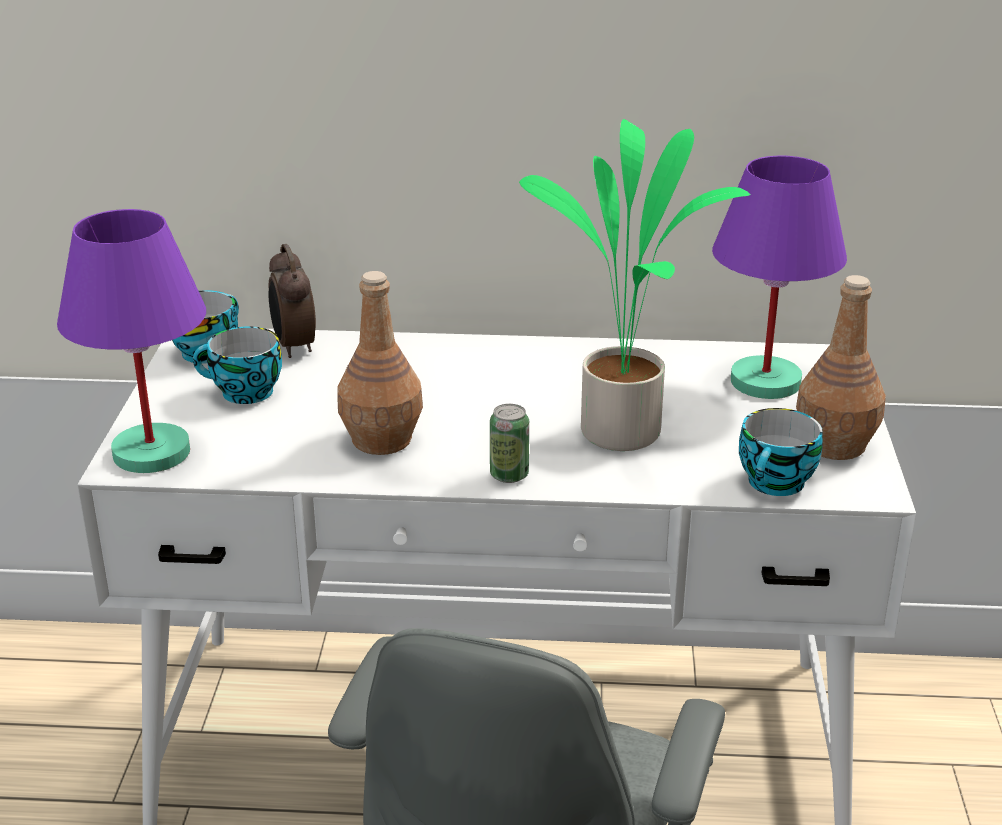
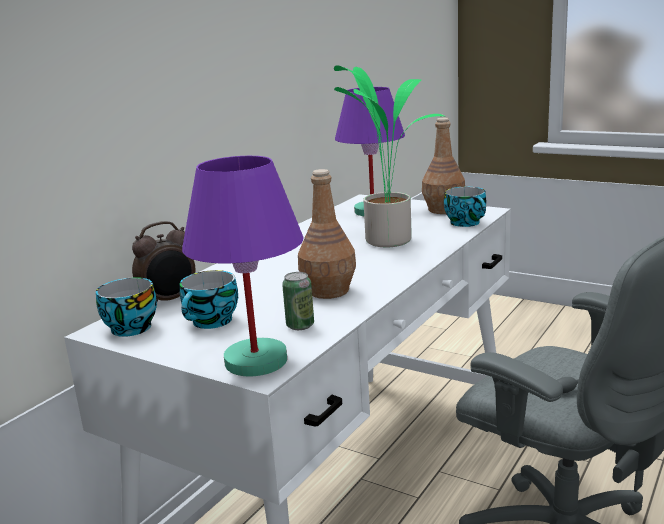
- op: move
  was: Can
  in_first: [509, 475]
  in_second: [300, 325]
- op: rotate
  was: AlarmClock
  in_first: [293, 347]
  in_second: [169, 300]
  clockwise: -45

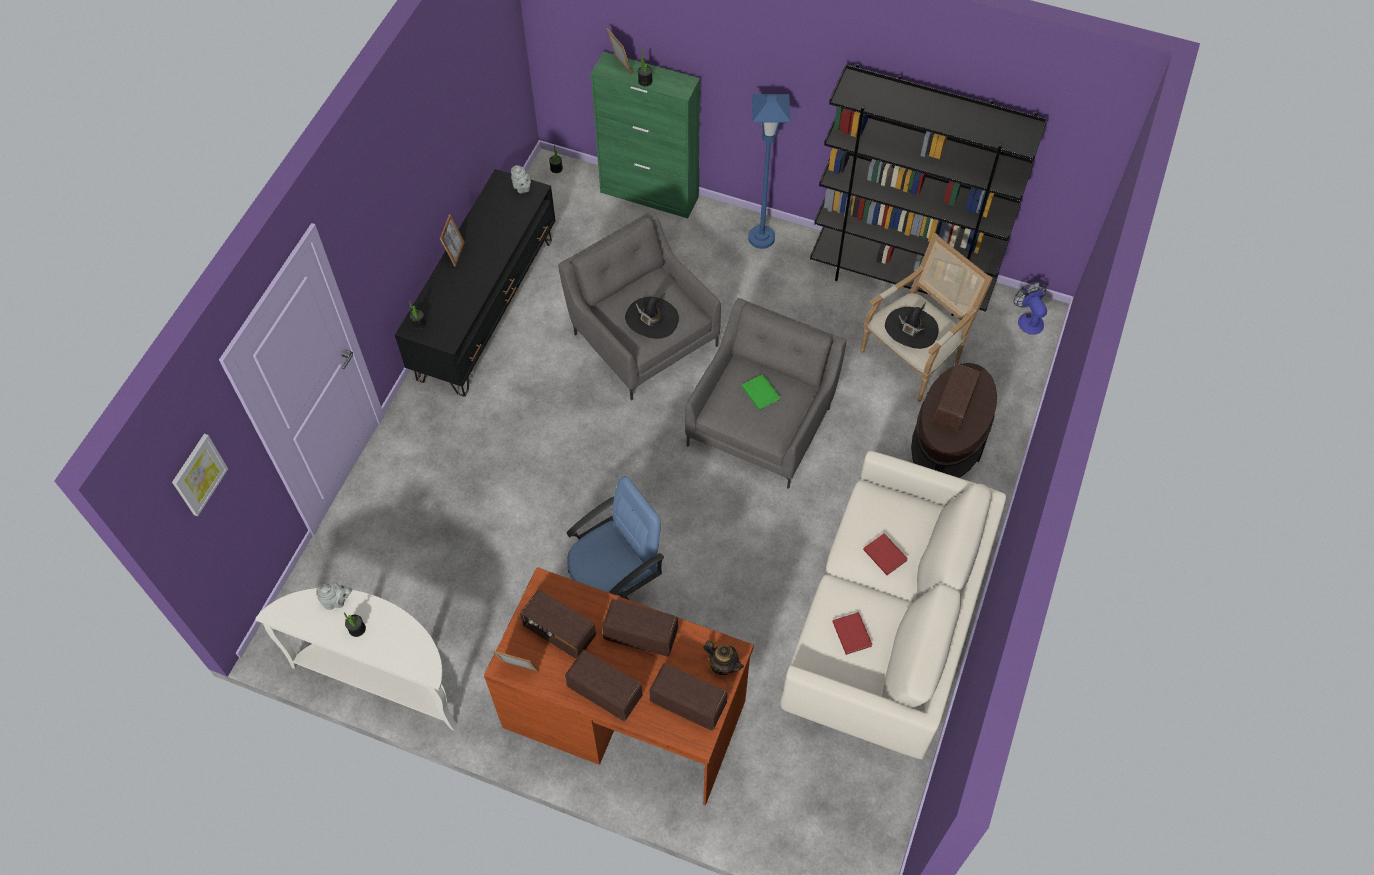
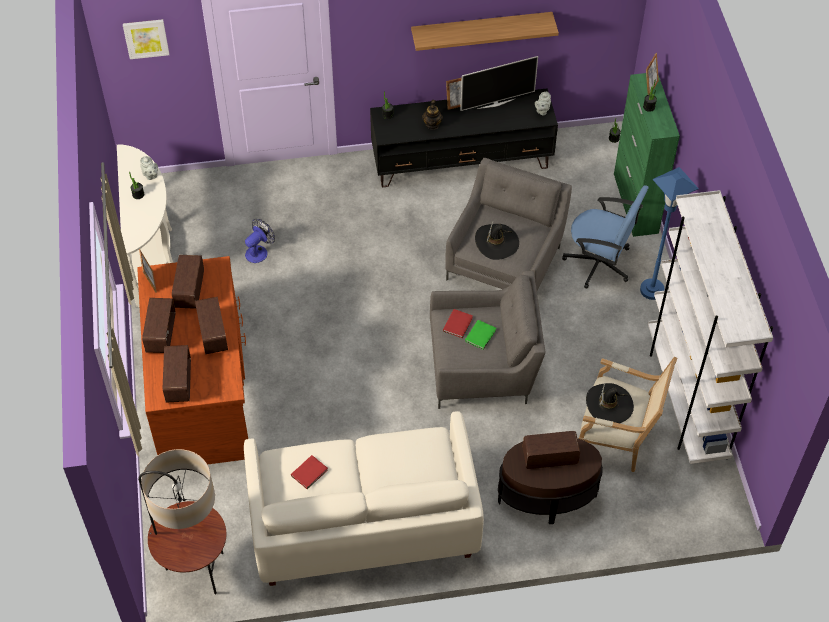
- op: insert
  now: FloorLamp
  in_second: [196, 571]
- op: insert
  now: Shelf
  in_second: [481, 29]
- op: insert
  now: Television
  in_second: [496, 103]
- op: move
  was: BlueOfficeChair
  in_first: [615, 585]
  in_second: [599, 263]
- op: move
  was: Teapot
  in_first: [723, 665]
  in_second: [432, 124]
- op: move
  was: RedBook
  in_first: [884, 554]
  in_second: [458, 324]
- op: move
  was: Fan
  in_first: [1028, 319]
  in_second: [259, 251]
- op: recolor
  was: BlackBookcase
  now: WhiteBookcase
  in_first: [901, 279]
  in_second: [686, 398]

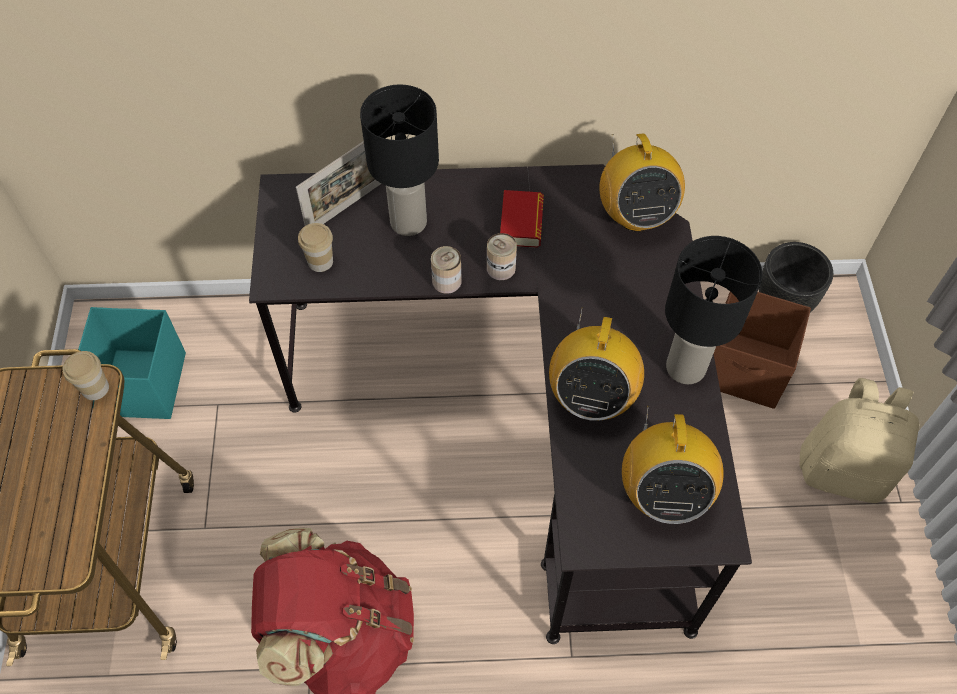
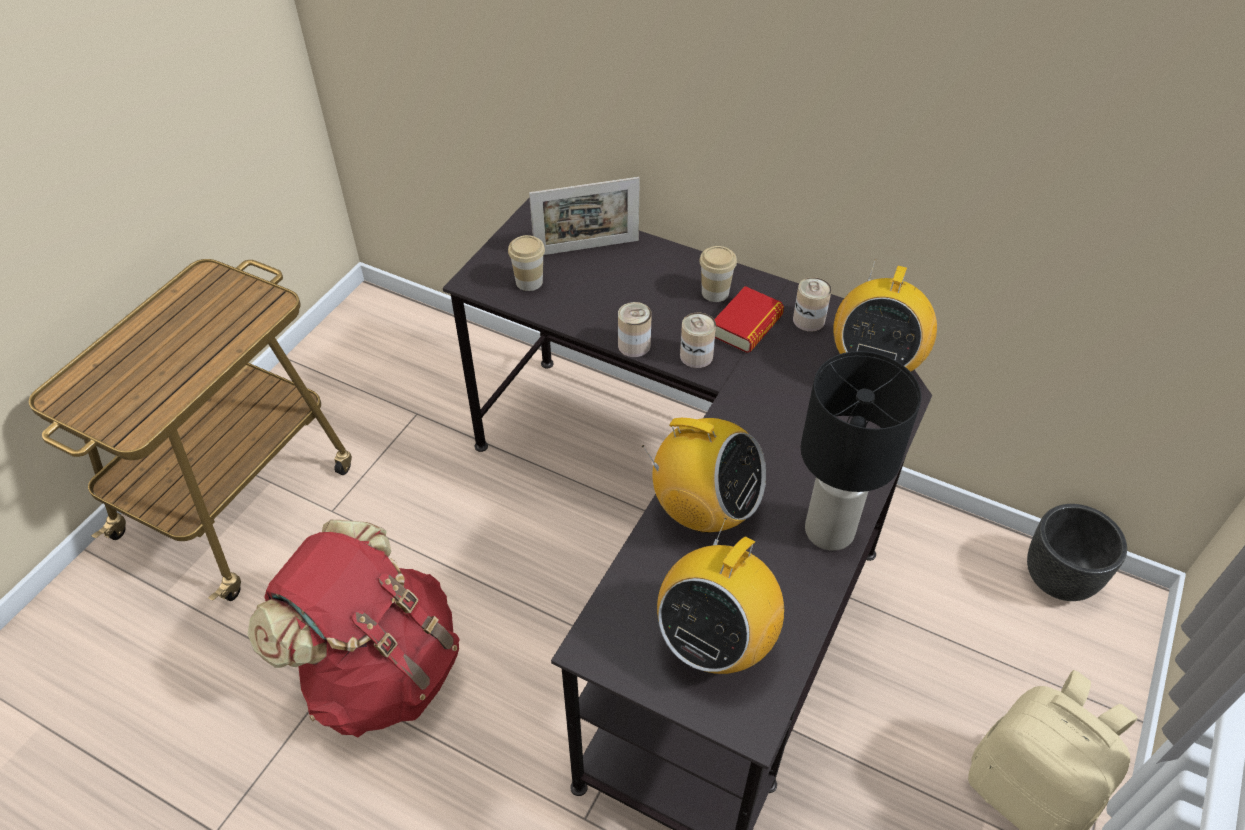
- op: delete
  was: TurquoiseStorageBox
  in_first: [142, 385]
- op: delete
  was: BlackTableLamp
  in_first: [408, 223]
- op: delete
  was: BrownStorageBox
  in_first: [745, 369]
- op: insert
  now: Can
  in_second: [808, 320]
- op: move
  was: Cup
  in_first: [95, 388]
  in_second: [715, 292]
- op: rotate
  was: Radio
  in_first: [591, 396]
  in_second: [704, 511]
  clockwise: -105

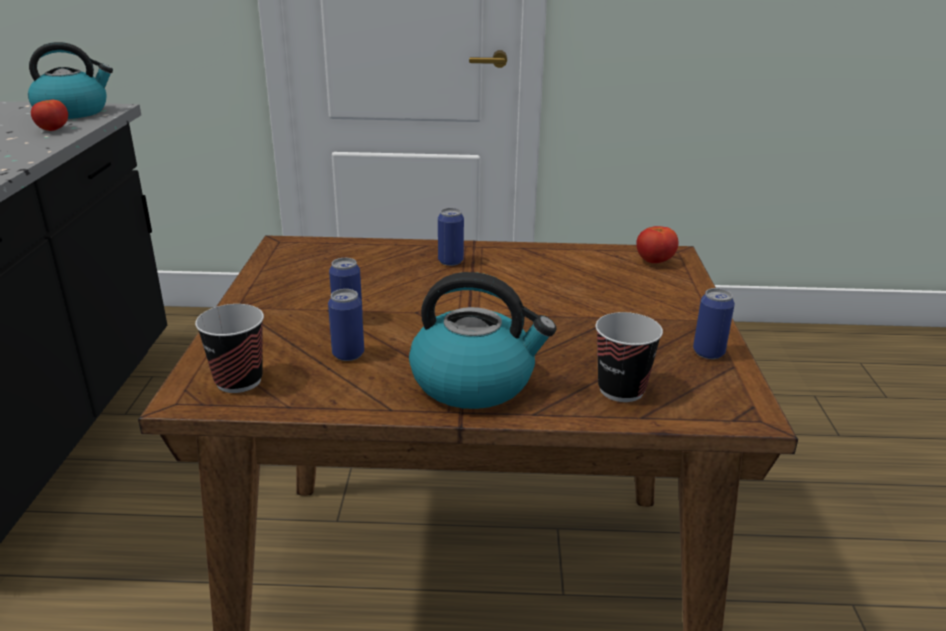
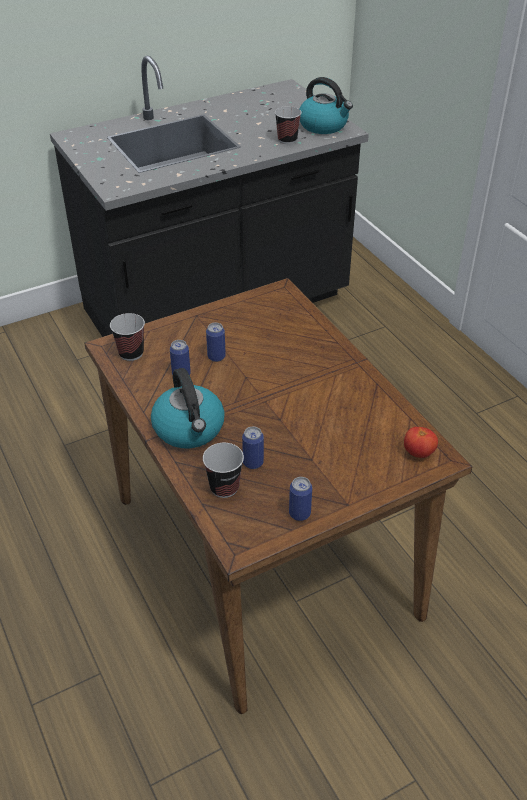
- op: move
  was: Can
  in_first: [450, 261]
  in_second: [253, 463]
- op: replace
  was: Tomato
  now: Cup
  in_first: [53, 130]
  in_second: [287, 140]

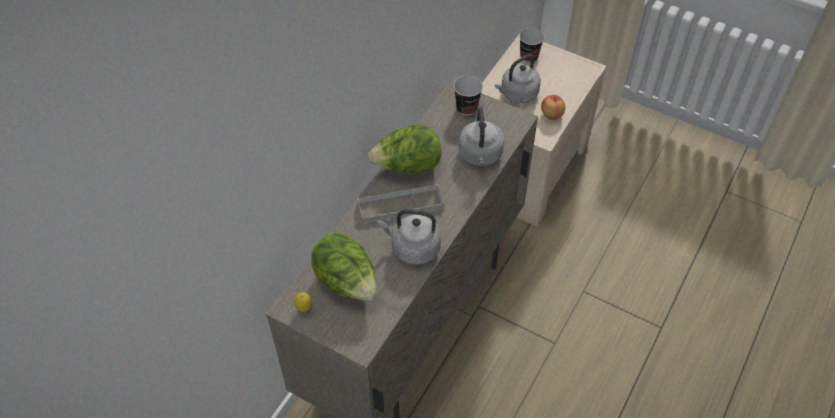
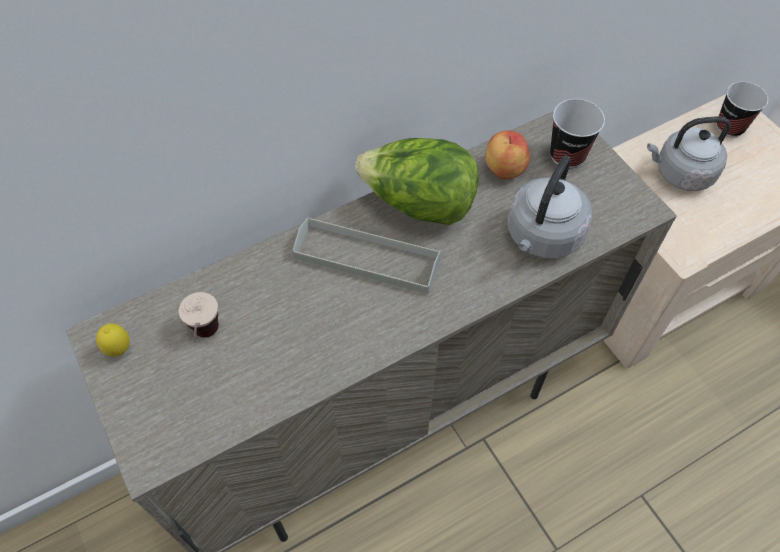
- op: delete
  was: GreyKettle
  in_first: [412, 248]
- op: move
  was: Apple
  in_first: [551, 115]
  in_second: [503, 169]
- op: replace
  was: Lettuce
  now: Cup
  in_first: [347, 282]
  in_second: [207, 340]

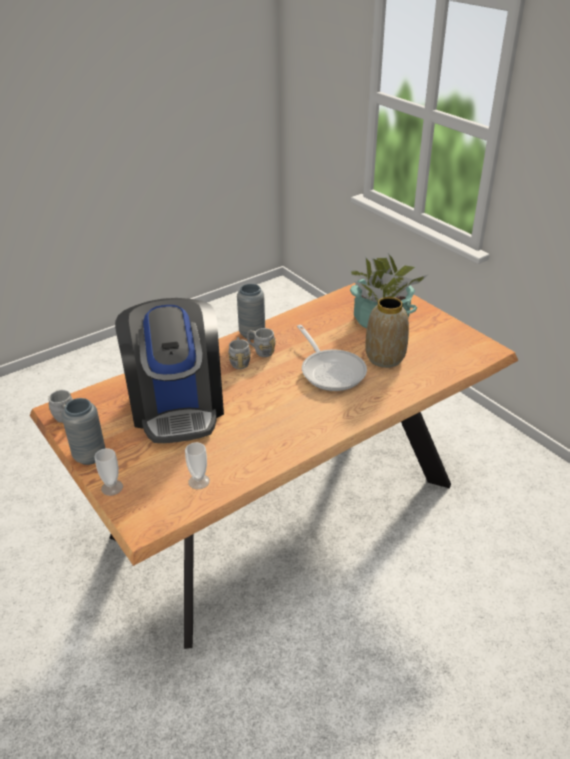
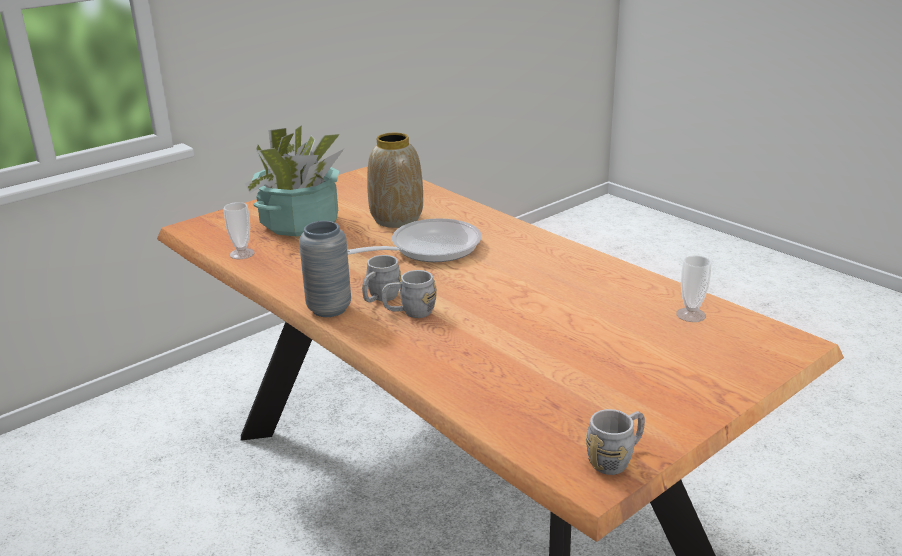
- op: delete
  was: GreyVase
  in_first: [89, 456]
- op: delete
  was: CoffeeMachine
  in_first: [177, 406]
- op: move
  was: Cup
  in_first: [112, 487]
  in_second: [242, 254]

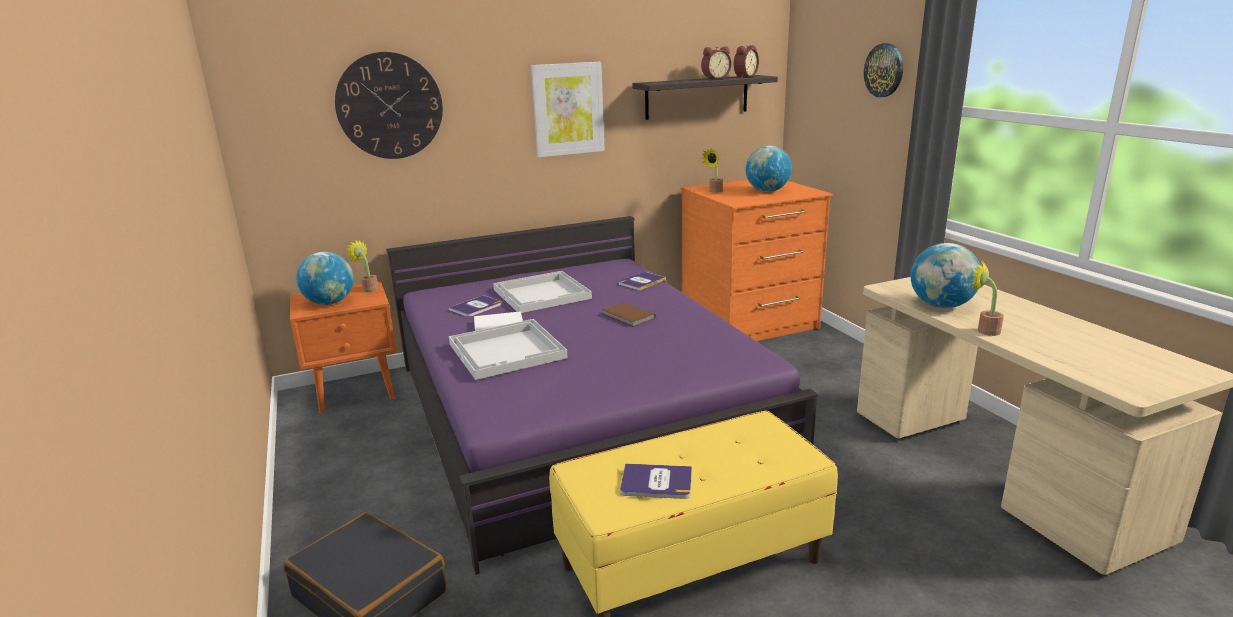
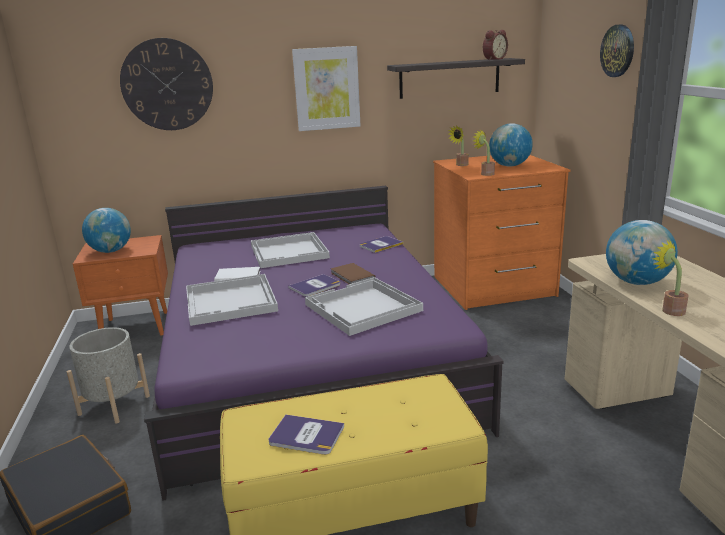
- op: delete
  was: AlarmClock
  in_first: [715, 78]
- op: insert
  now: GreyPlanter
  in_second: [114, 405]
- op: insert
  now: WhiteTray
  in_second: [362, 308]
- op: move
  was: PottedPlant
  in_first: [368, 289]
  in_second: [485, 174]
- op: move
  was: Book
  in_first: [476, 307]
  in_second: [315, 286]

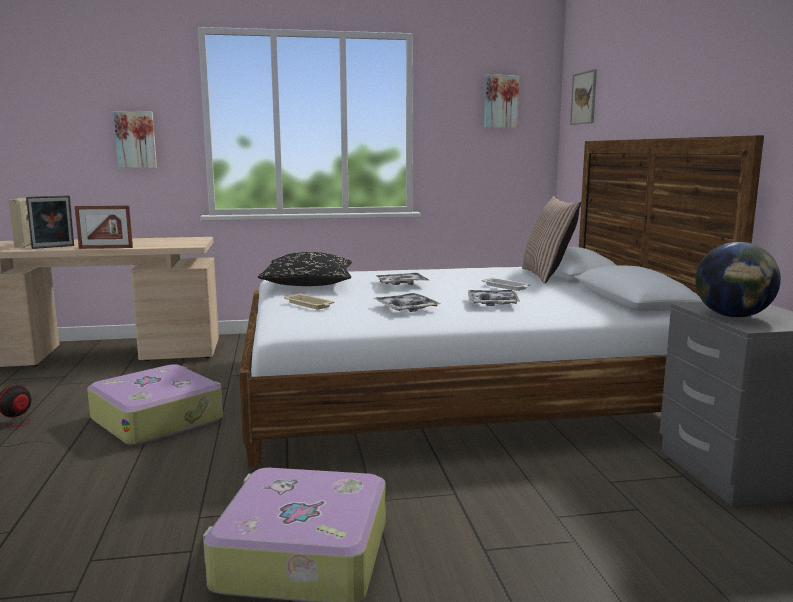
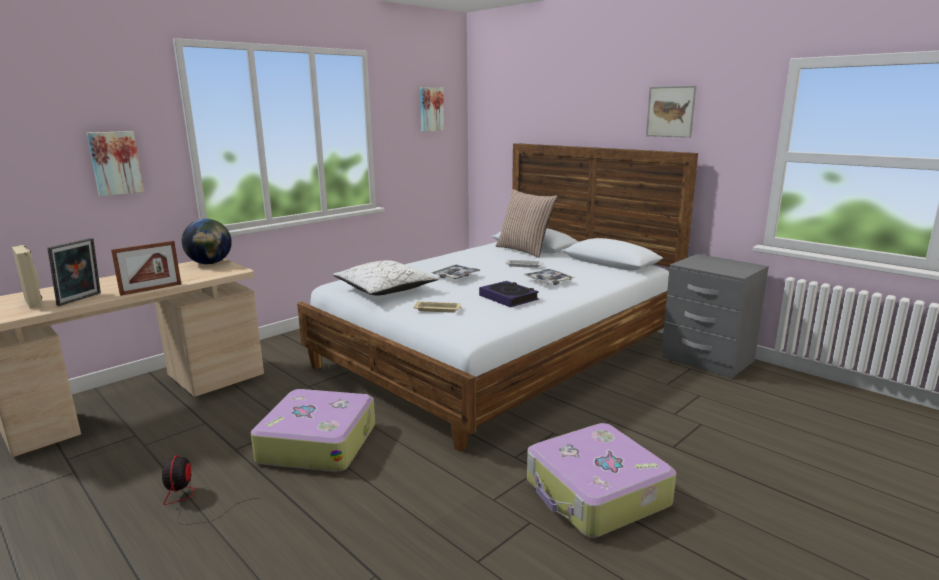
- op: move
  was: Picture
  in_first: [584, 98]
  in_second: [670, 111]
- op: move
  was: Globe
  in_first: [733, 316]
  in_second: [210, 263]
- op: replace
  was: Tray
  now: Book
  in_first: [406, 308]
  in_second: [508, 298]
- op: recolor
  was: BlackPillow
  now: WhitePillow
  in_first: [309, 284]
  in_second: [385, 290]

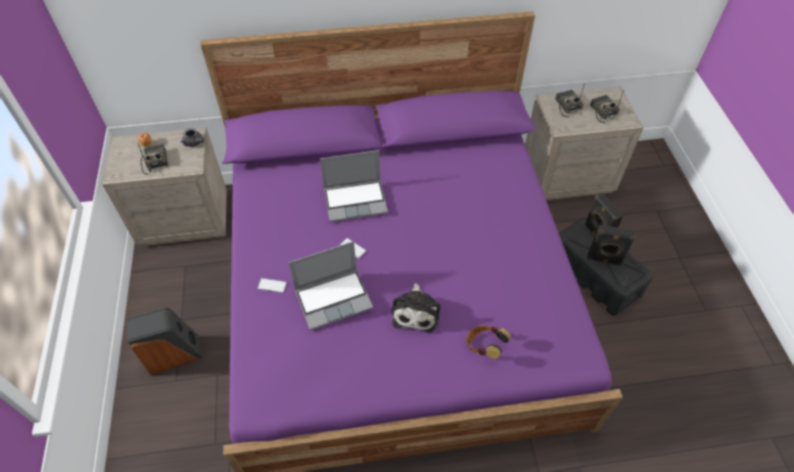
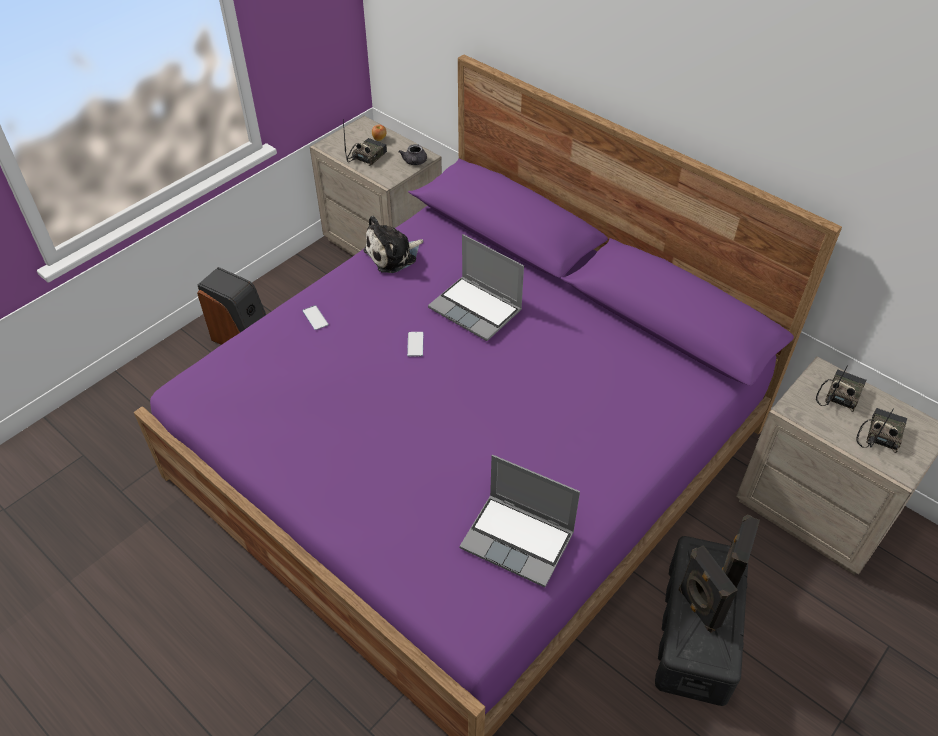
- op: delete
  was: Headphones
  in_first: [484, 347]
- op: move
  was: Laptop
  in_first: [334, 298]
  in_second: [519, 540]
- op: move
  was: PlushToy
  in_first: [416, 311]
  in_second: [393, 255]

